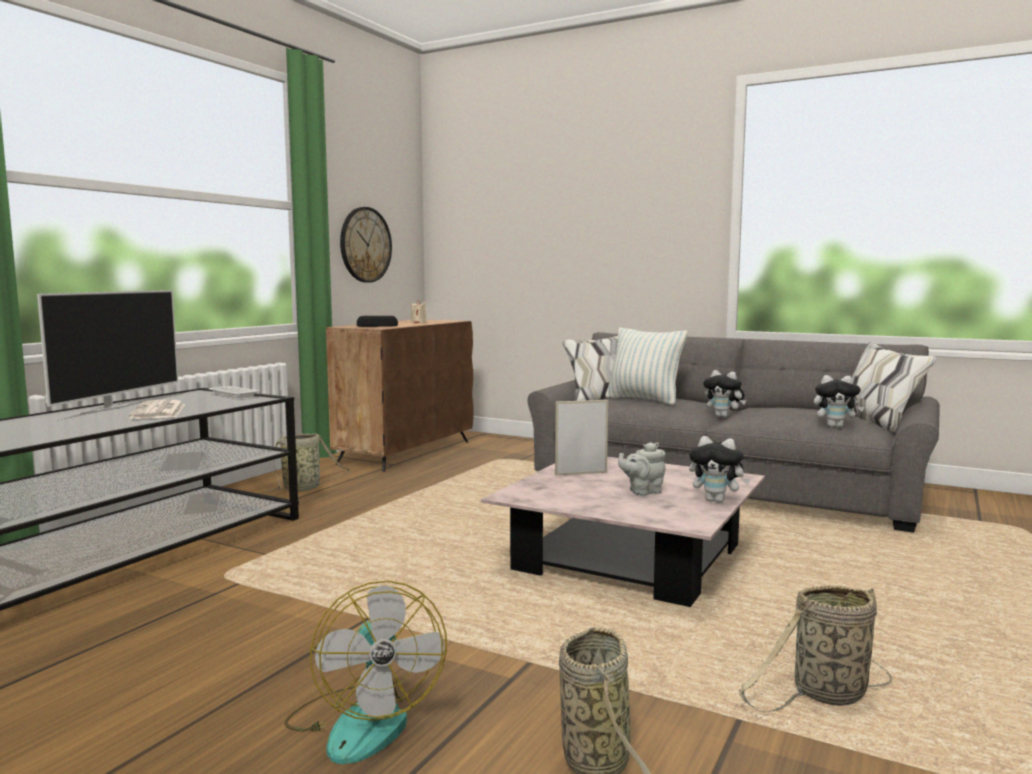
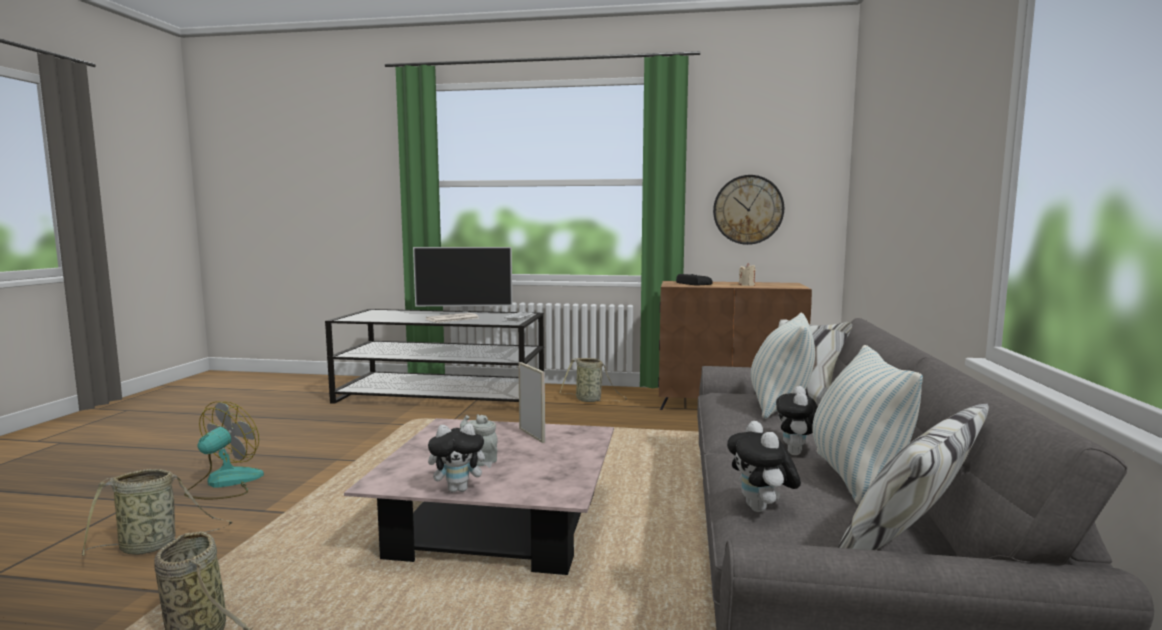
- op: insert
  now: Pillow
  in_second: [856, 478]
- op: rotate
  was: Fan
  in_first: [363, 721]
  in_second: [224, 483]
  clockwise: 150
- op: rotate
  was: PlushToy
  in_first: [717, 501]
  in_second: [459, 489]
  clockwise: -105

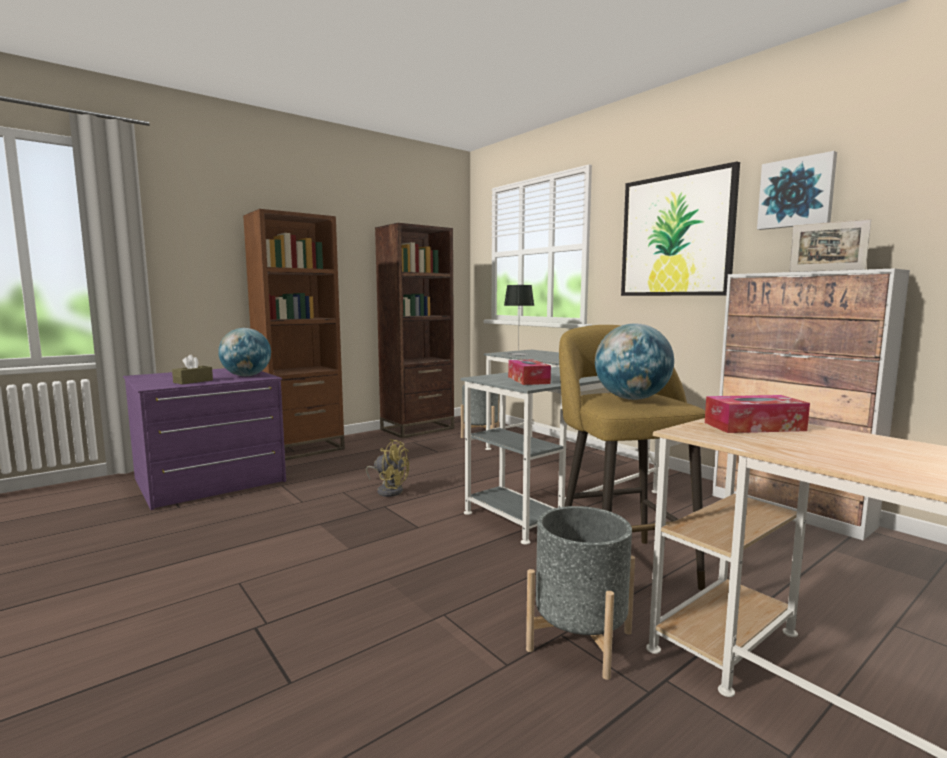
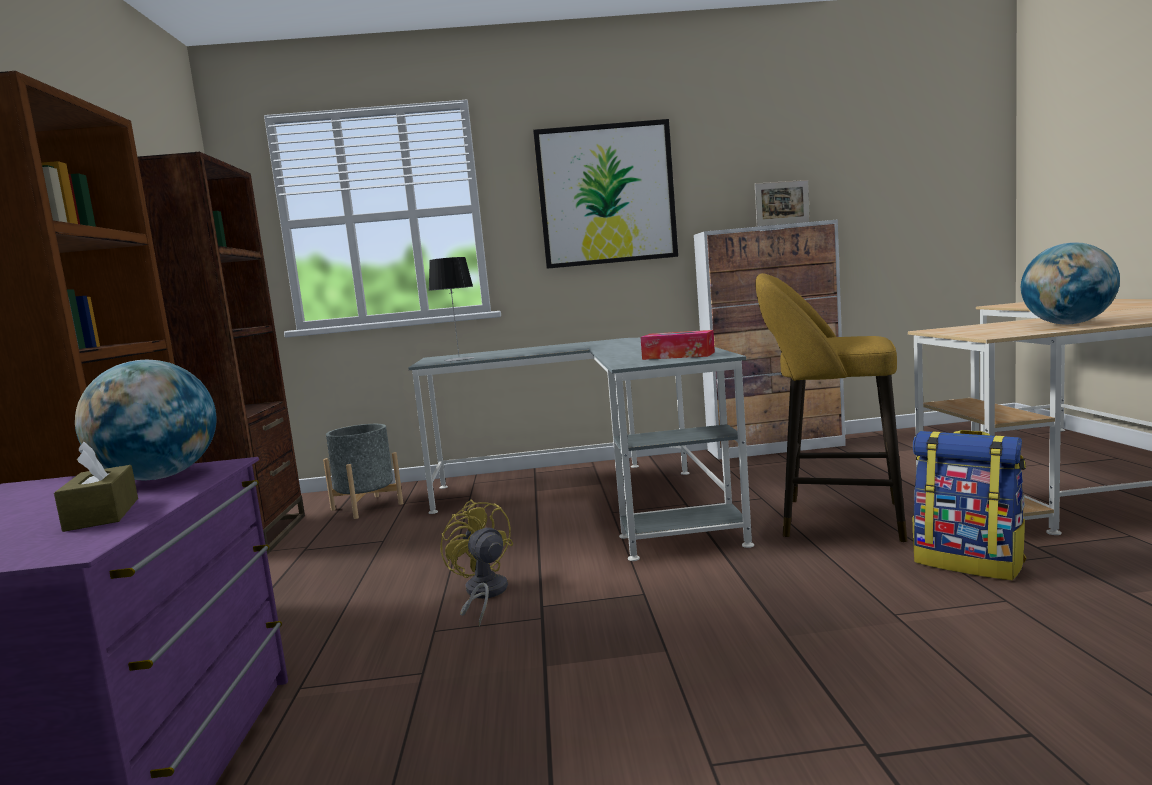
- op: delete
  was: TissueBox
  in_first: [754, 426]
- op: delete
  was: Picture
  in_first: [796, 193]
- op: move
  was: Globe
  in_first: [631, 399]
  in_second: [1067, 324]
- op: replace
  was: GreyPlanter
  now: Backpack
  in_first: [580, 640]
  in_second: [969, 562]
- op: rotate
  was: YellowFan
  in_first: [389, 490]
  in_second: [483, 594]
  clockwise: -90

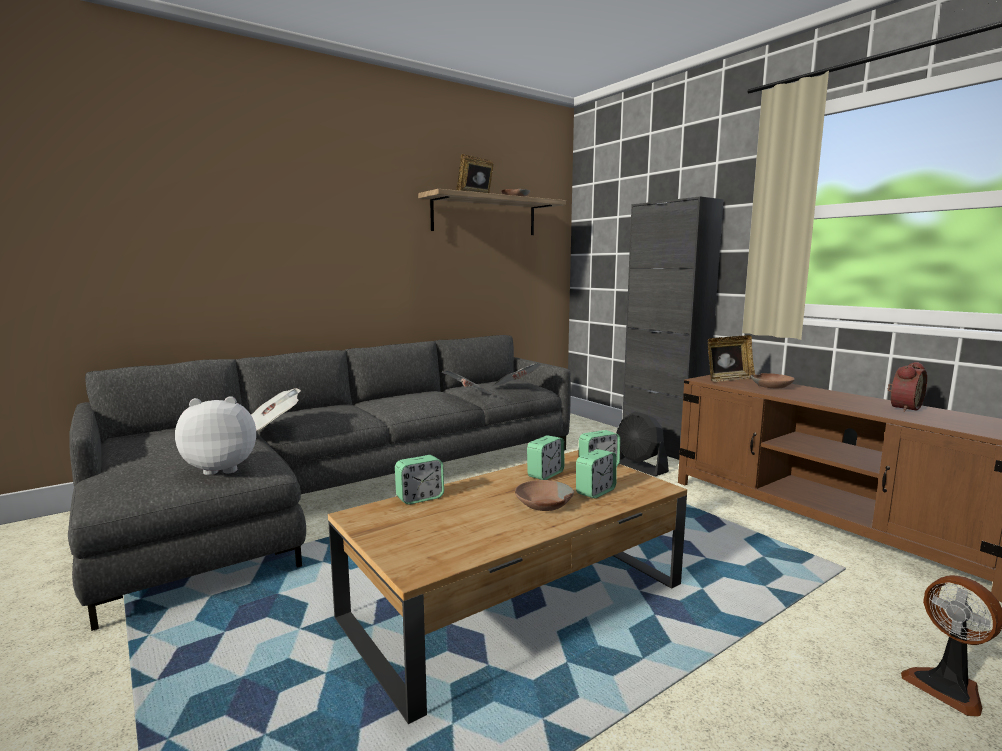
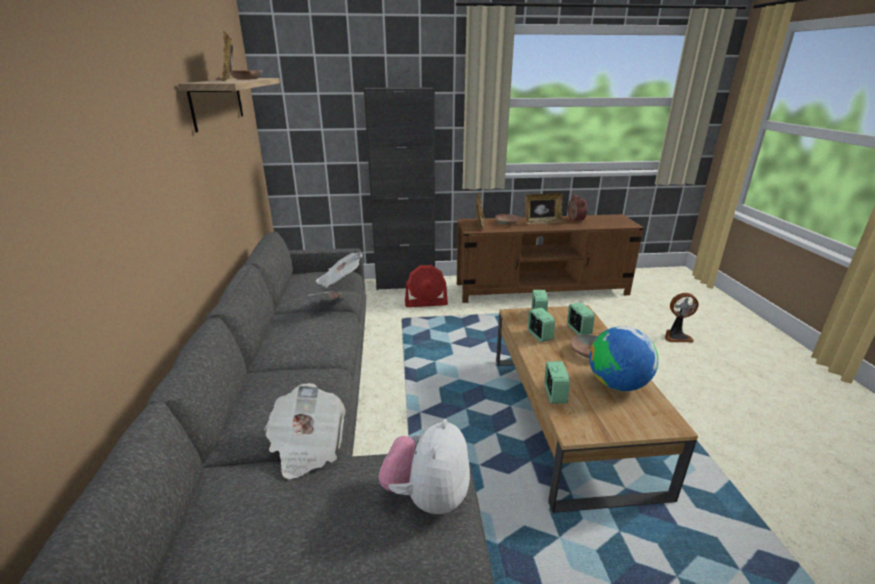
- op: insert
  now: PictureFrame
  in_second: [542, 222]
- op: insert
  now: Globe
  in_second: [617, 384]
- op: recolor
  was: BlackFan
  now: RedFan
  in_first: [639, 467]
  in_second: [426, 303]

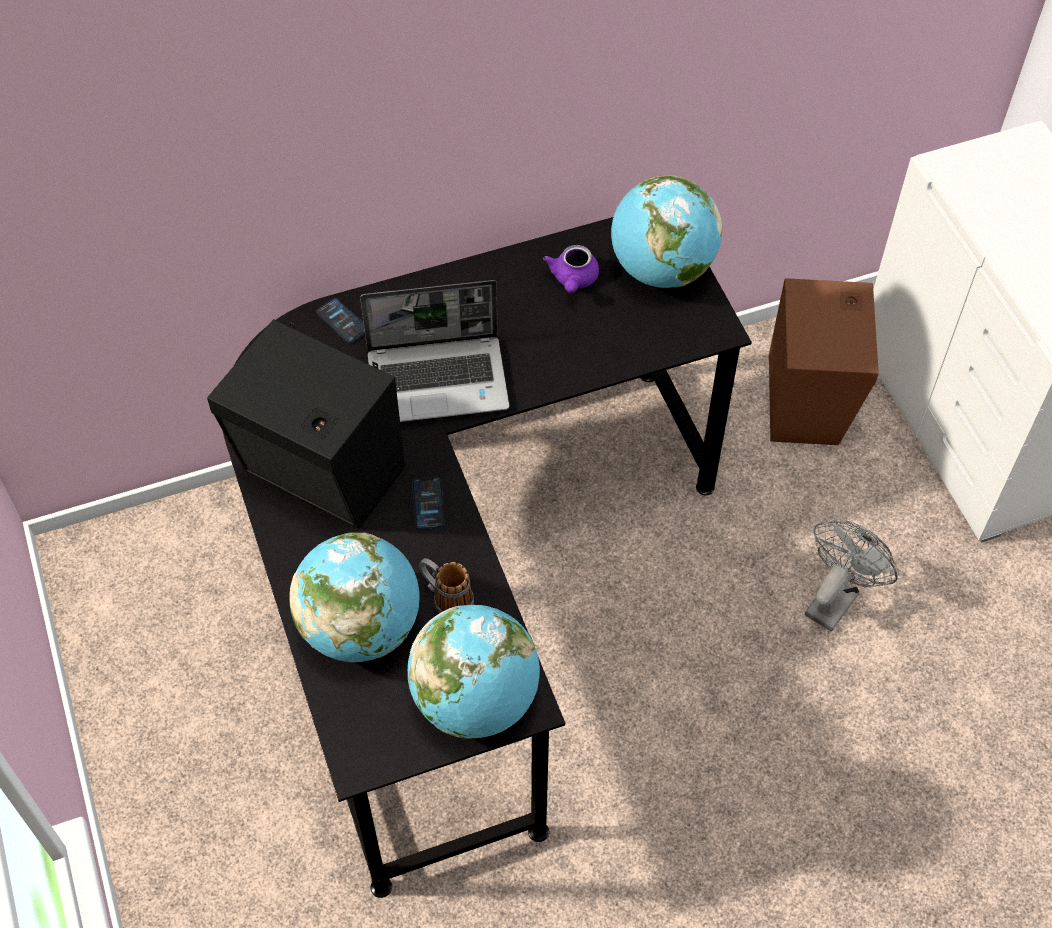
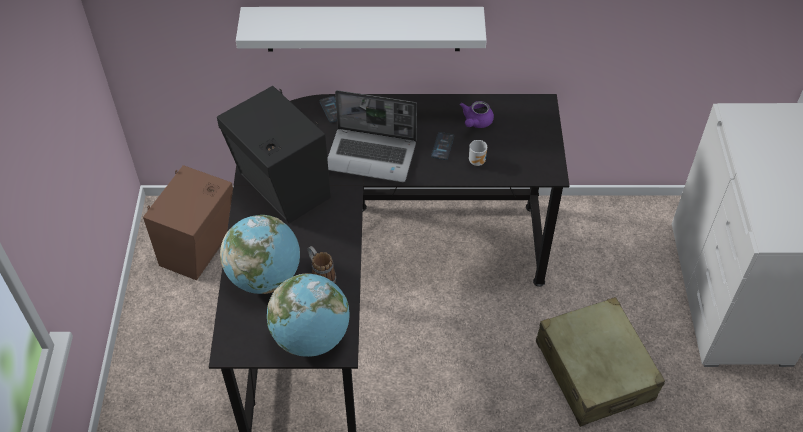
- op: delete
  was: Globe
  in_first: [661, 269]
- op: insert
  now: WhiteShelf
  in_second: [363, 28]
- op: insert
  now: Mug
  in_second: [478, 161]
- op: move
  was: Phone
  in_first: [428, 504]
  in_second: [442, 146]
- op: move
  was: BrownSpeaker
  in_first: [809, 397]
  in_second: [200, 247]
- op: replace
  was: GreyFan
  now: BeigeSuitcase
  in_first: [835, 597]
  in_second: [594, 370]

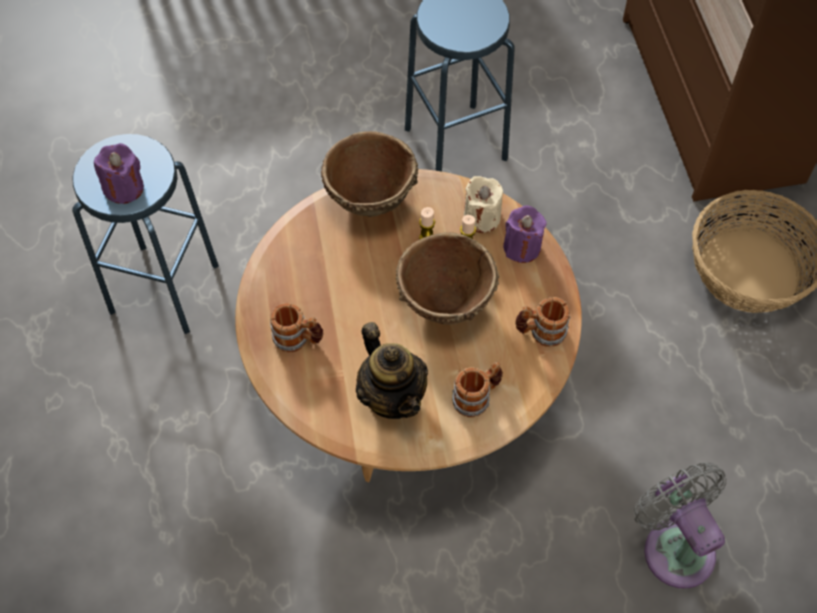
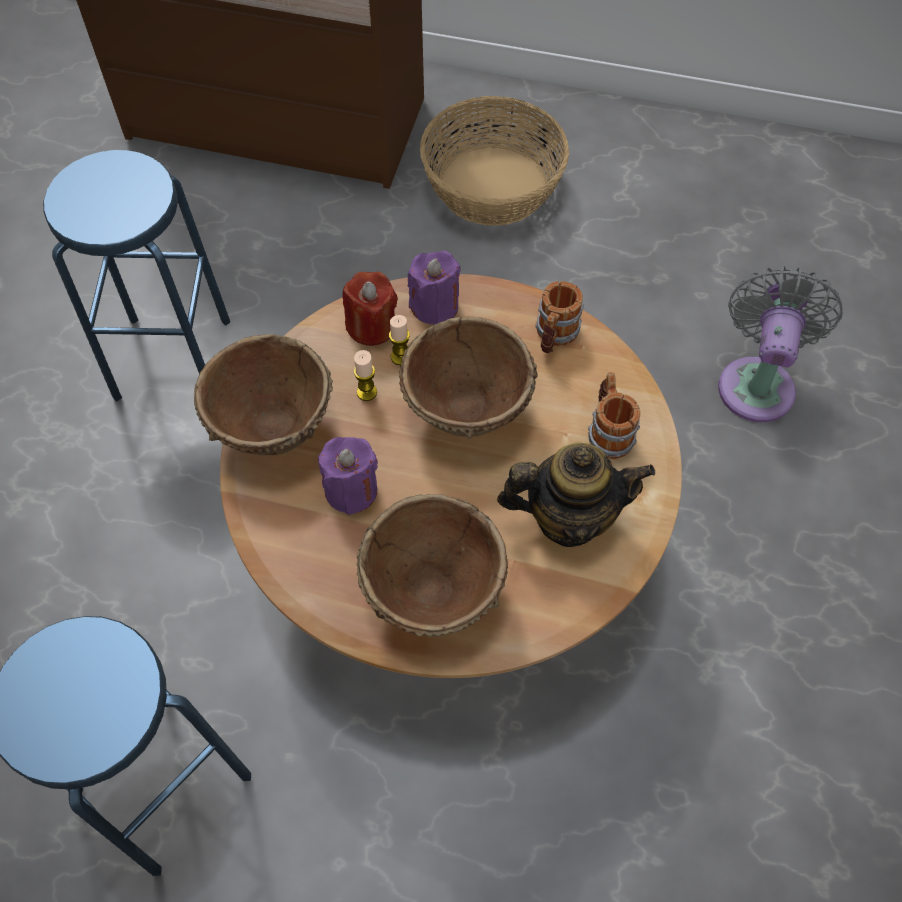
- op: move
  was: PurpleCandle
  in_first: [124, 188]
  in_second: [351, 490]
- op: replace
  was: Mug
  now: BrownBowl
  in_first: [298, 339]
  in_second: [434, 591]
- op: recolor
  was: BeigeCandle
  now: RedCandle
  in_first: [481, 217]
  in_second: [371, 326]
- op: rotate
  was: GreyFan
  in_first: [675, 545]
  in_second: [757, 382]
  clockwise: 105

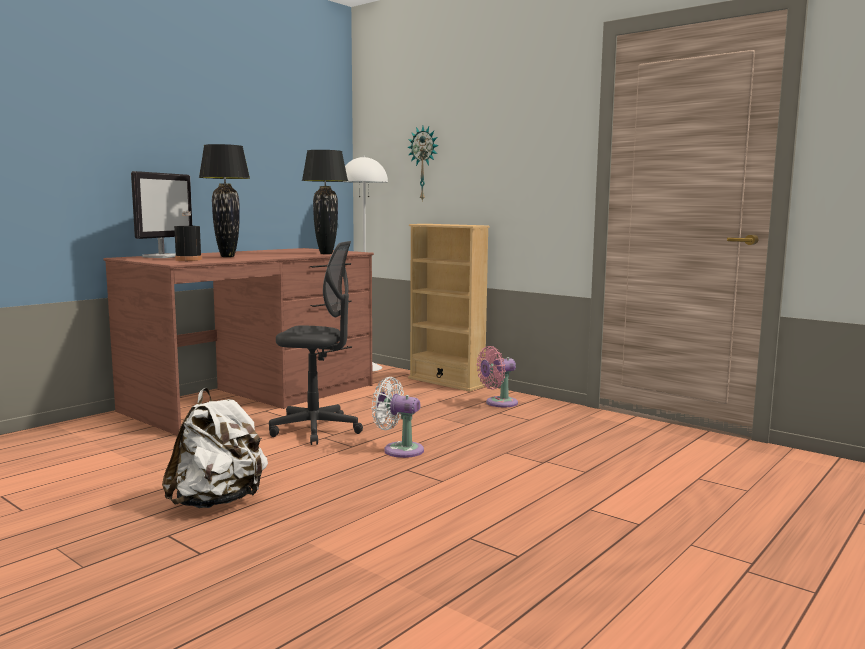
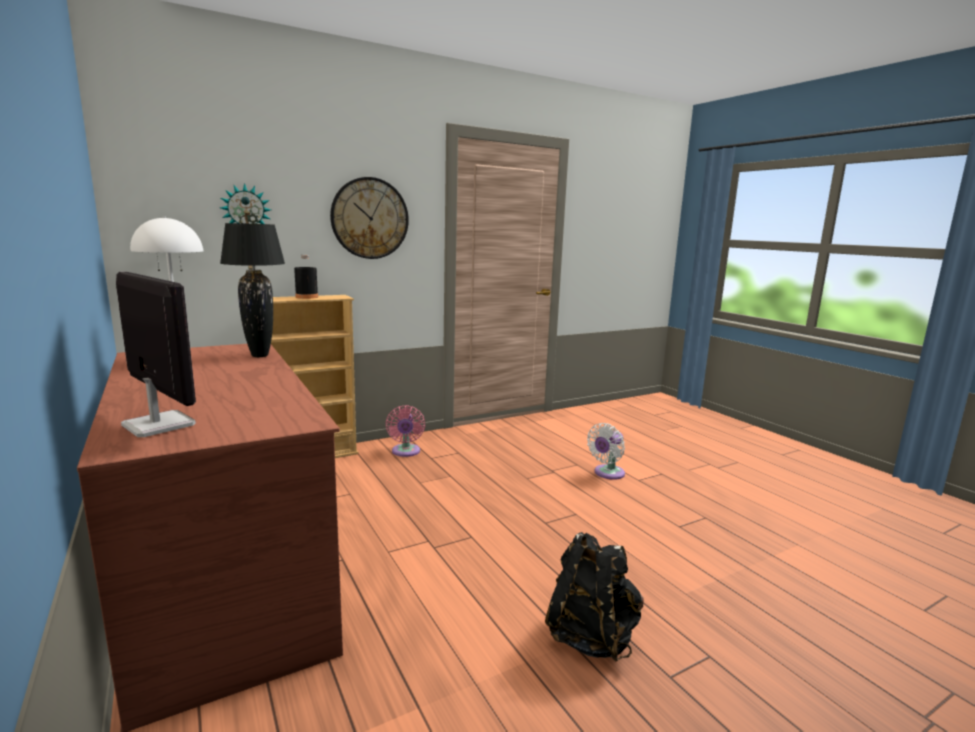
- op: delete
  was: BlackTableLamp
  in_first: [227, 256]
- op: delete
  was: GreyOfficeChair
  in_first: [316, 430]
- op: insert
  now: WallClock
  in_second: [370, 218]
- op: move
  was: BlackBottle
  in_first: [188, 260]
  in_second: [306, 297]
- op: move
  was: WhiteFan
  in_first: [399, 450]
  in_second: [607, 473]
- op: recolor
  was: WhiteBackpack
  now: BlackBackpack
  in_first: [218, 502]
  in_second: [591, 636]

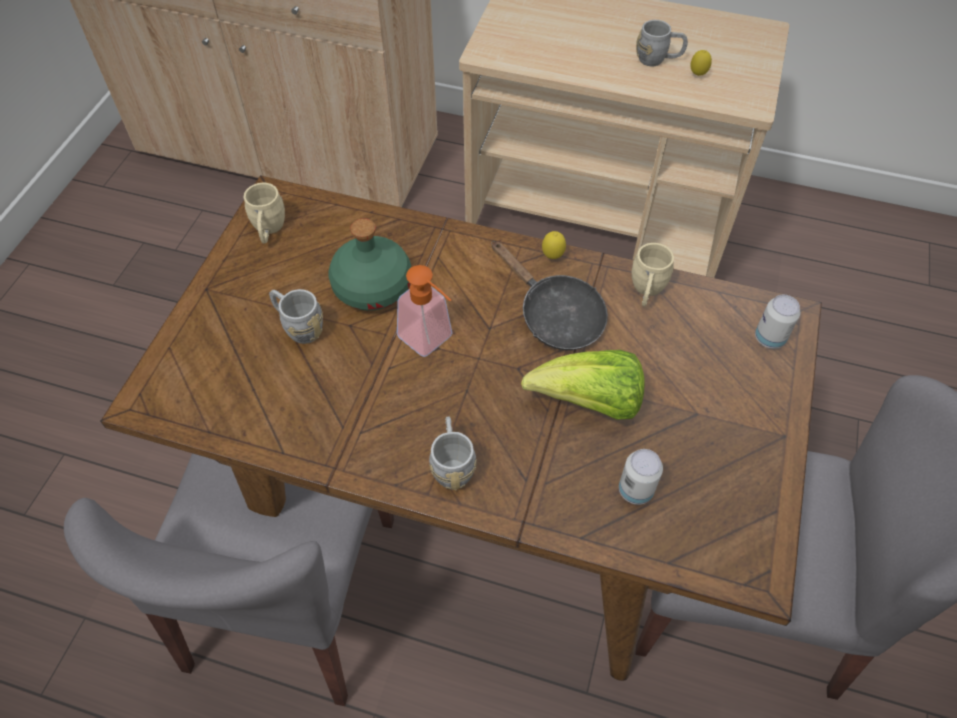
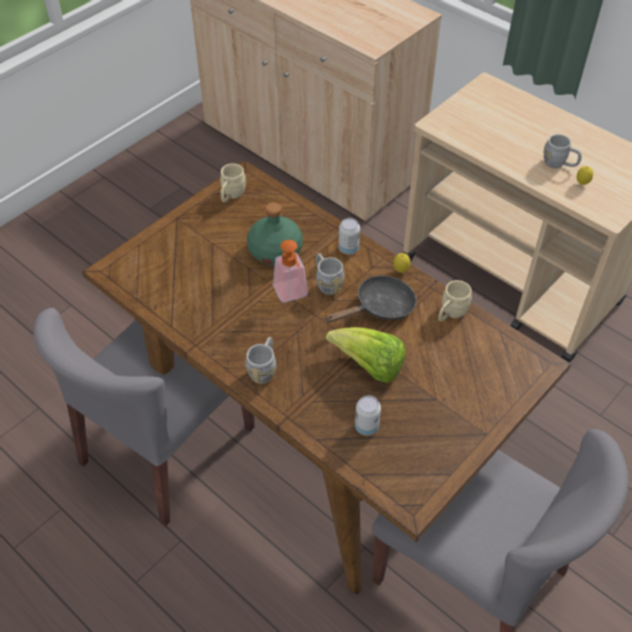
- op: move
  was: GreyMug
  in_first: [298, 326]
  in_second: [326, 282]
- op: move
  was: Can
  in_first: [769, 338]
  in_second: [348, 249]
- op: rotate
  was: BlackFryingPan
  in_first: [555, 315]
  in_second: [380, 307]
  clockwise: -105

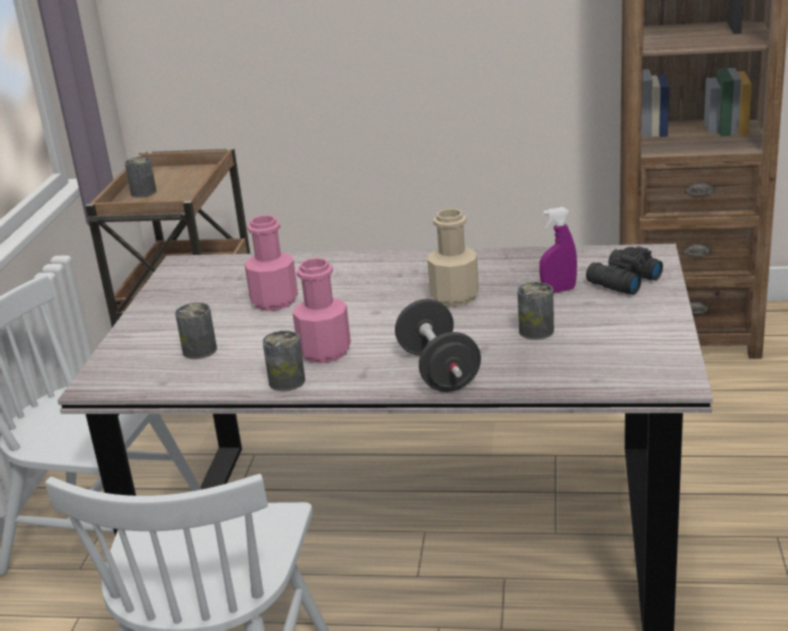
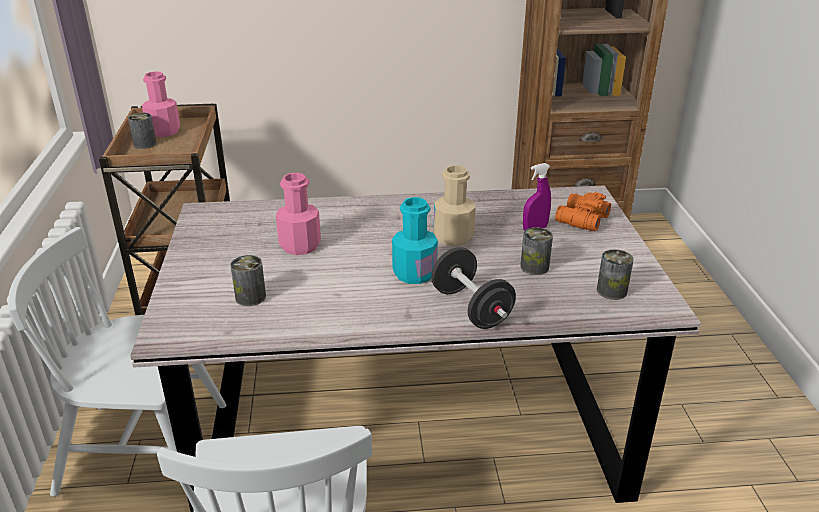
- op: insert
  now: TurquoiseBottle
  in_second: [414, 273]
- op: move
  was: Can
  in_first: [287, 381]
  in_second: [611, 291]
- op: move
  was: PinkBottle
  in_first: [325, 352]
  in_second: [164, 131]
- op: recolor
  was: BlackBinoculars
  now: OrangeBinoculars
  in_first: [622, 281]
  in_second: [580, 219]

